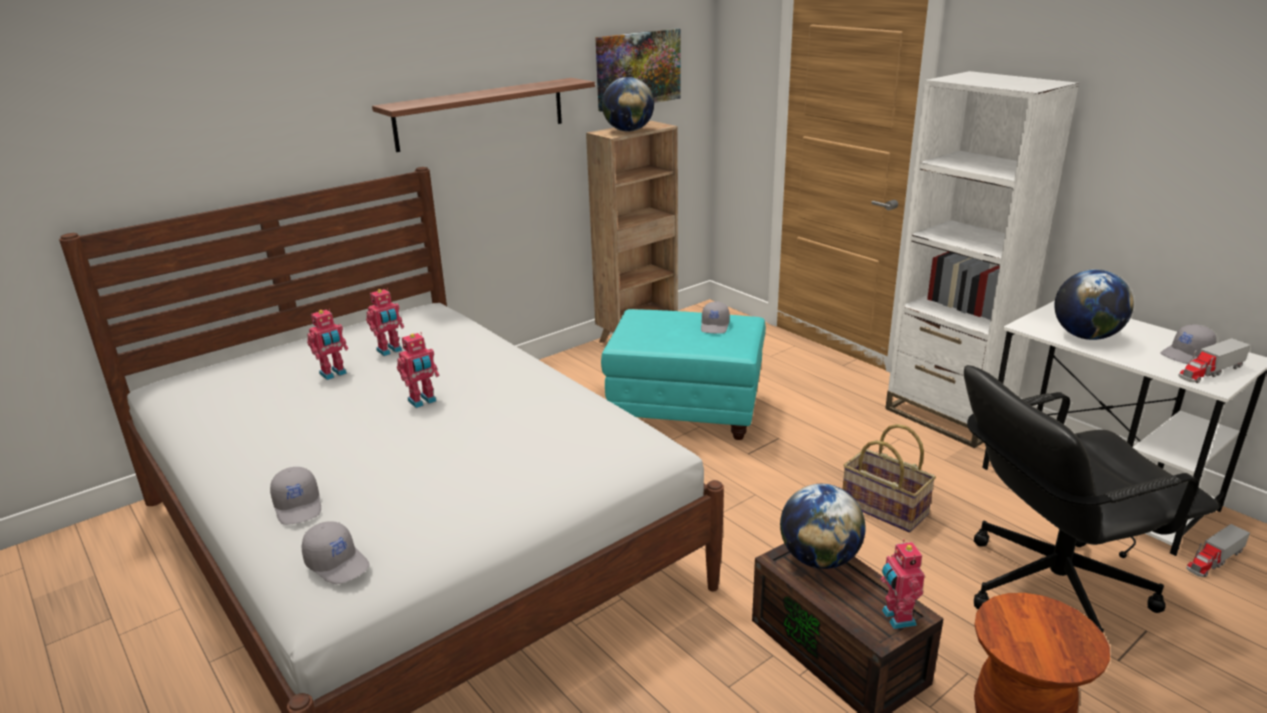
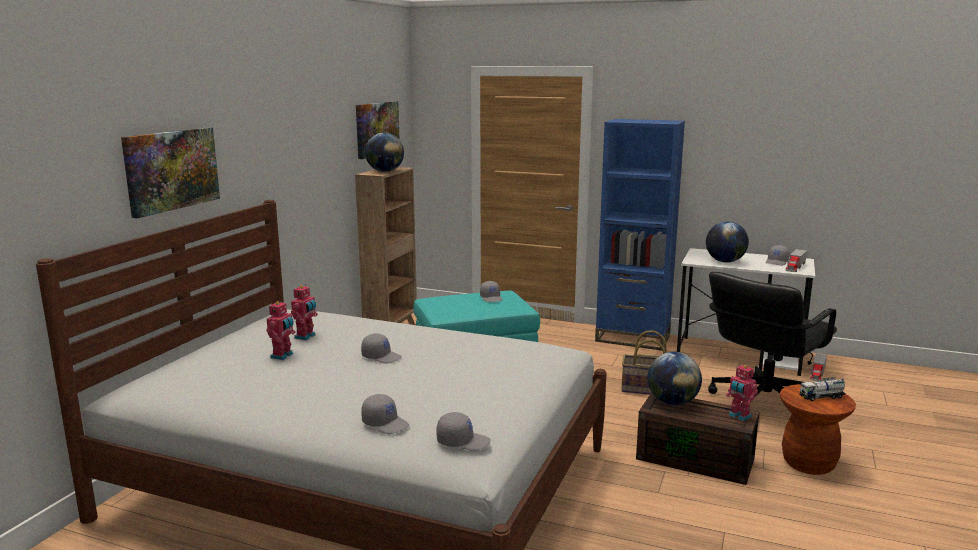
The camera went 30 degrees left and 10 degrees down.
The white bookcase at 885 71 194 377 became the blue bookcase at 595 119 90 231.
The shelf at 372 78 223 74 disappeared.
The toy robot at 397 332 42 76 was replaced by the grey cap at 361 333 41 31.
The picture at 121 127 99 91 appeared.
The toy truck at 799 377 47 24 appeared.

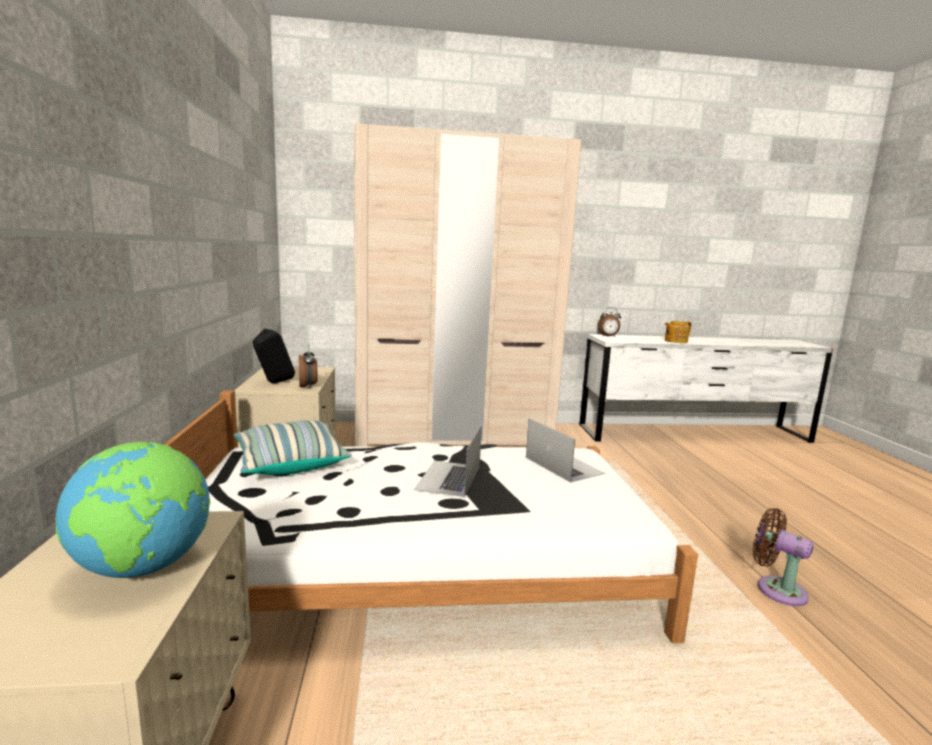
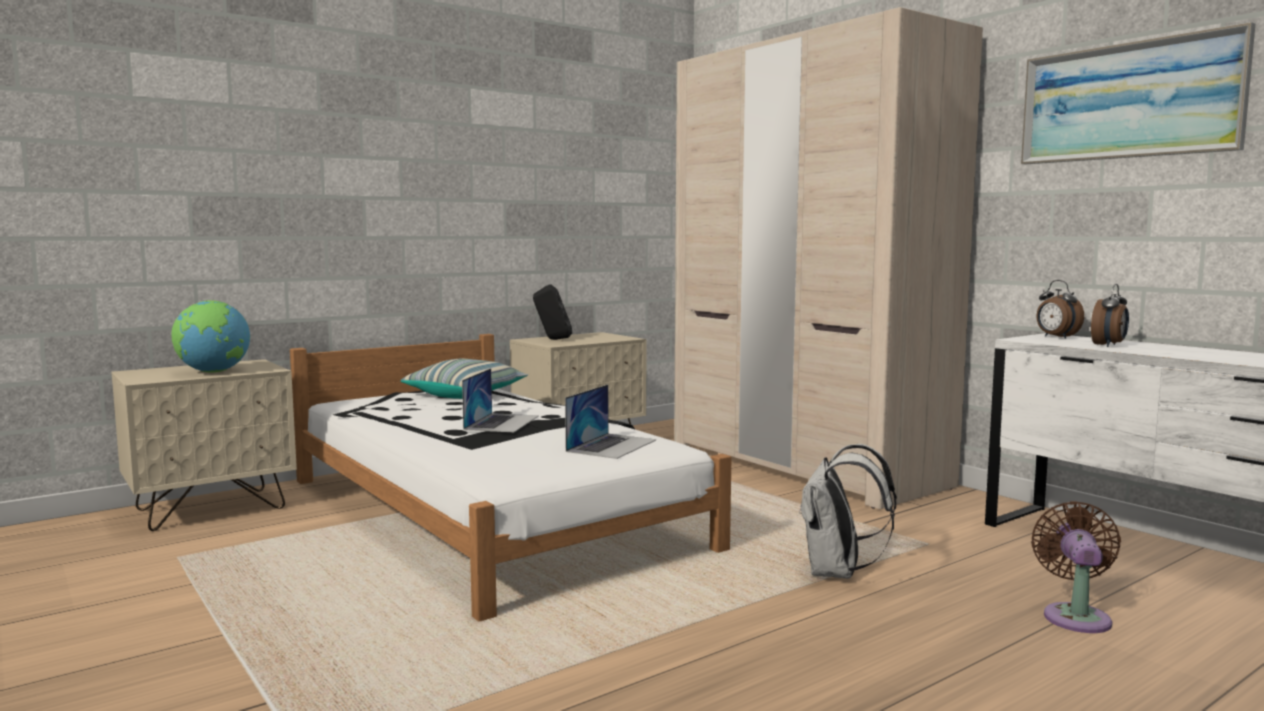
The camera went 60 degrees right and 5 degrees down.
The teapot at 665 321 26 22 disappeared.
The alarm clock moved from 299 344 18 45 to 1091 284 38 63.
The laptop at 414 425 68 72 turned 120 degrees clockwise.
The brown fan moved from 753 508 61 98 to 1031 501 90 132.
The picture at 1021 22 234 142 appeared.
The white backpack at 799 444 98 135 appeared.

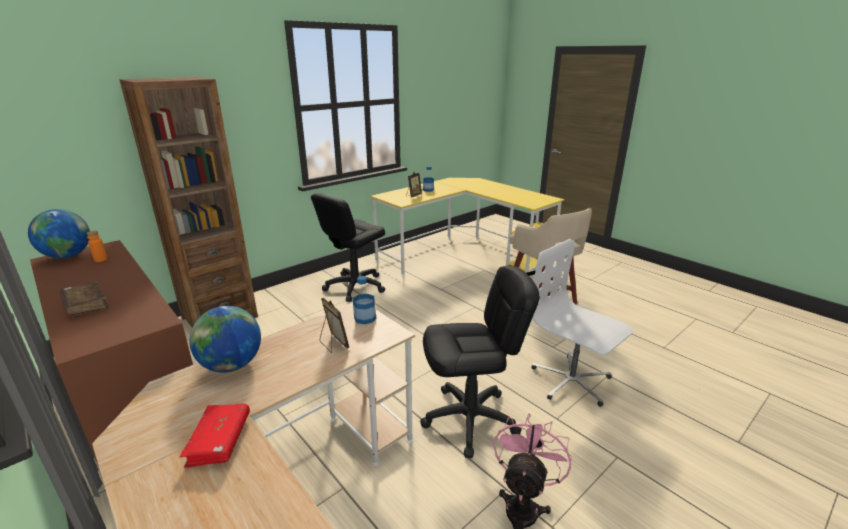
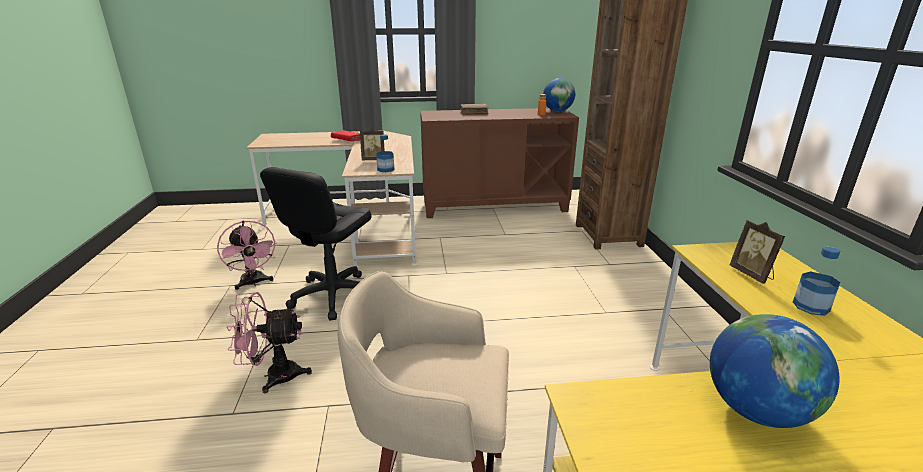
The camera went 125 degrees right and 0 degrees up.
The black office chair at 311 193 74 109 disappeared.
The white office chair at 531 239 102 168 was replaced by the pink fan at 226 292 86 101.
The globe moved from 189 306 72 67 to 710 314 130 114.

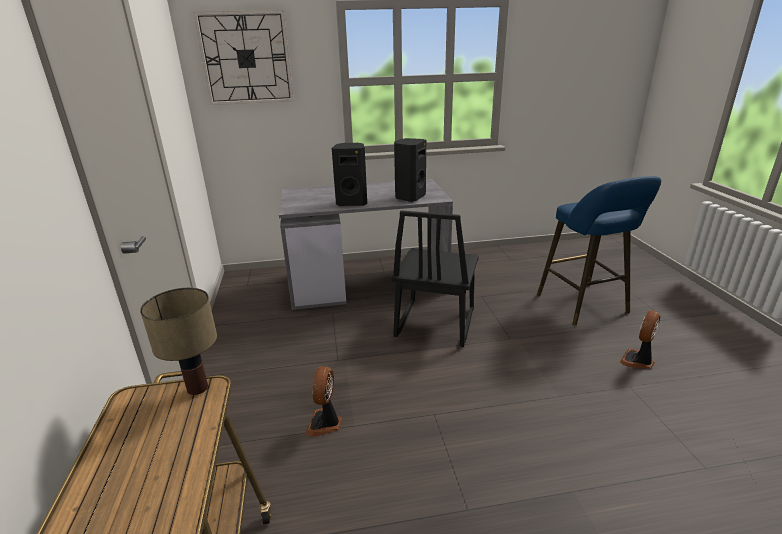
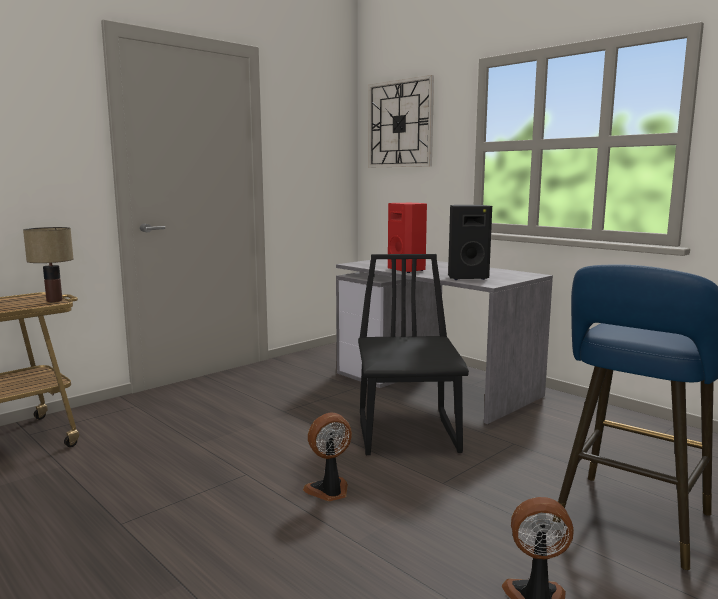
The camera went 55 degrees right and 15 degrees down.
The black speaker at 332 143 35 63 became the red speaker at 388 203 39 70.
The black chair at 392 210 87 137 turned 105 degrees clockwise.
The fan moved from 305 366 37 71 to 303 412 49 89.

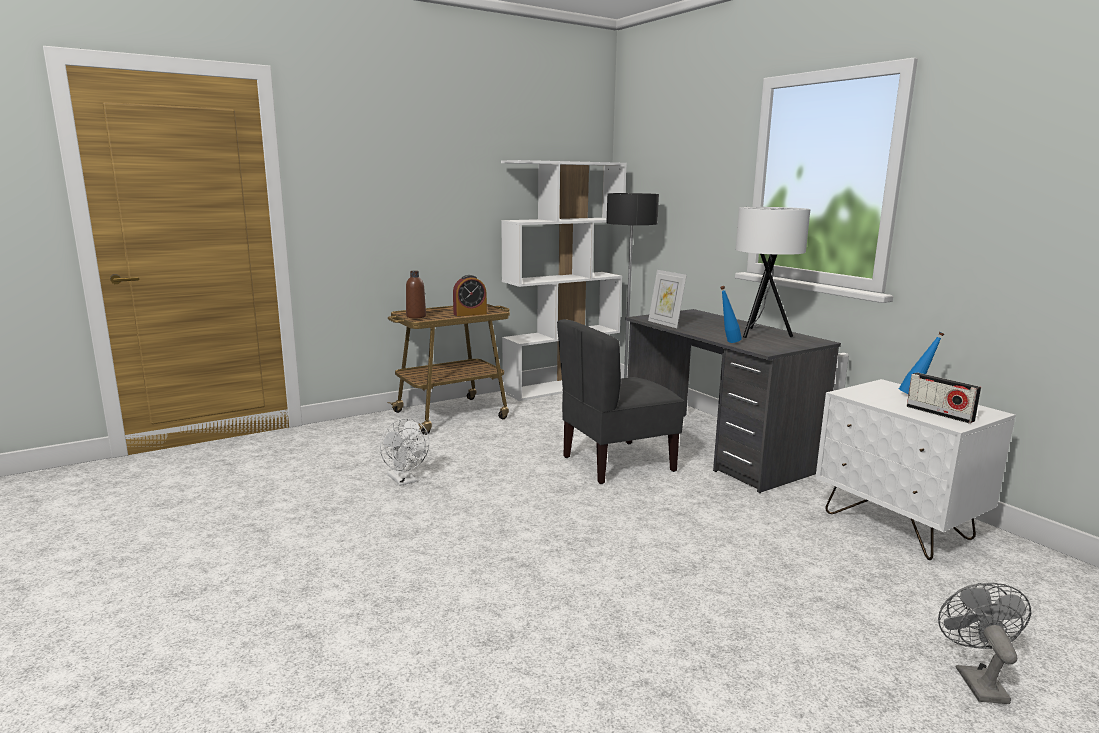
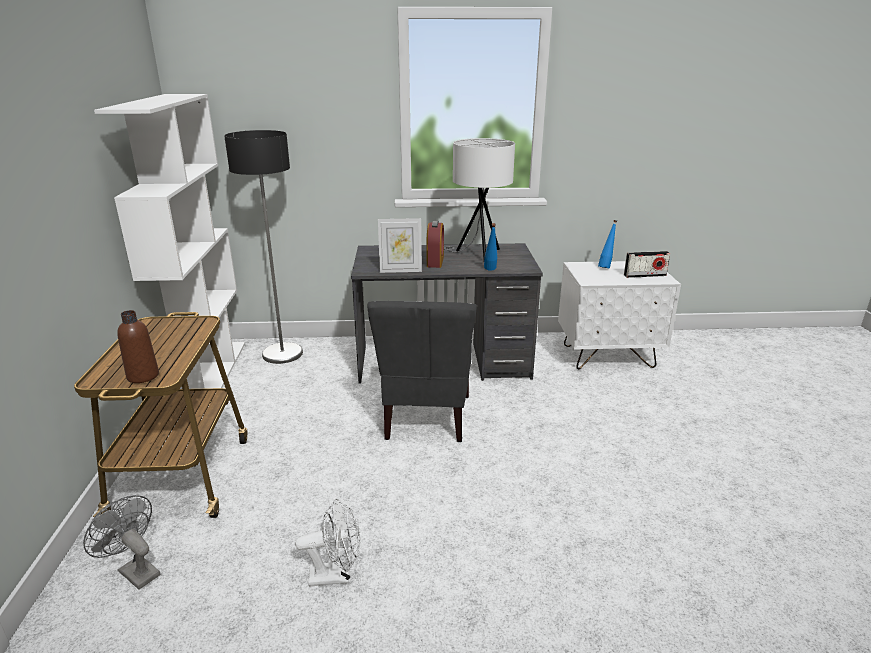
The camera went 60 degrees left and 10 degrees up.
The alarm clock moved from 453 275 34 41 to 427 221 17 47.
The grey fan moved from 938 583 93 121 to 83 495 77 95.

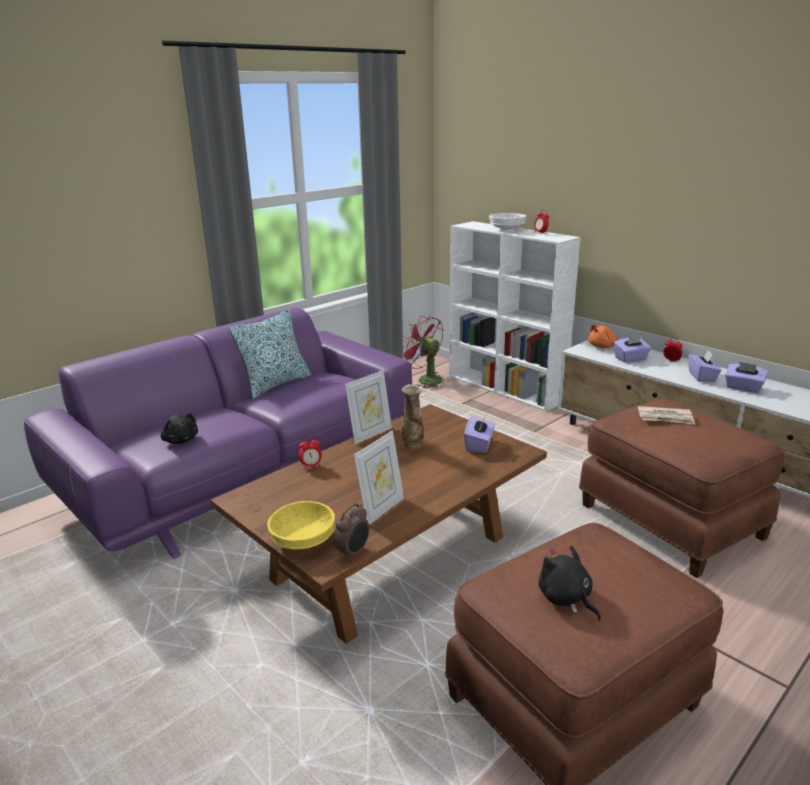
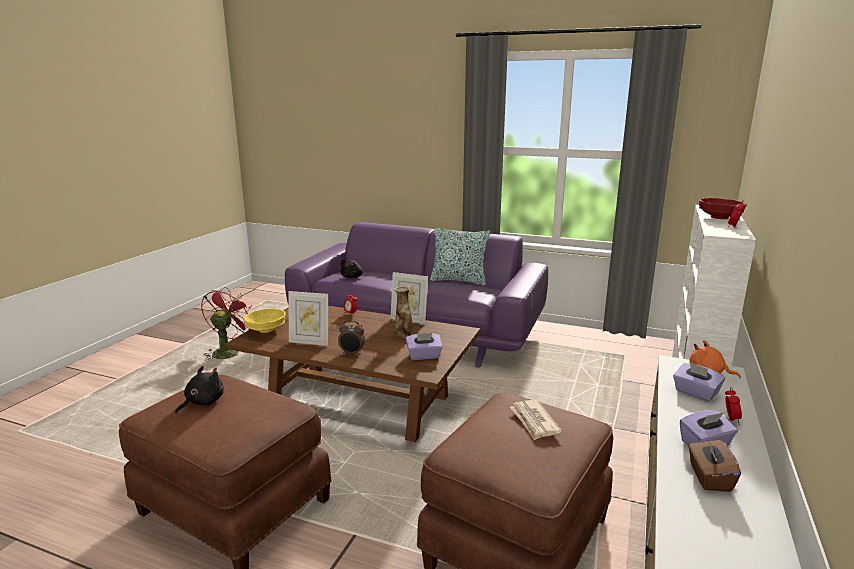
The camera went 65 degrees right and 5 degrees down.
The white bowl at 489 213 38 18 became the red bowl at 699 198 48 21.
The red fan moved from 399 316 44 72 to 201 287 51 74.
The purple tissue box at 725 362 43 31 became the brown tissue box at 688 439 53 53.
The alarm clock moved from 333 503 36 58 to 338 320 27 35.

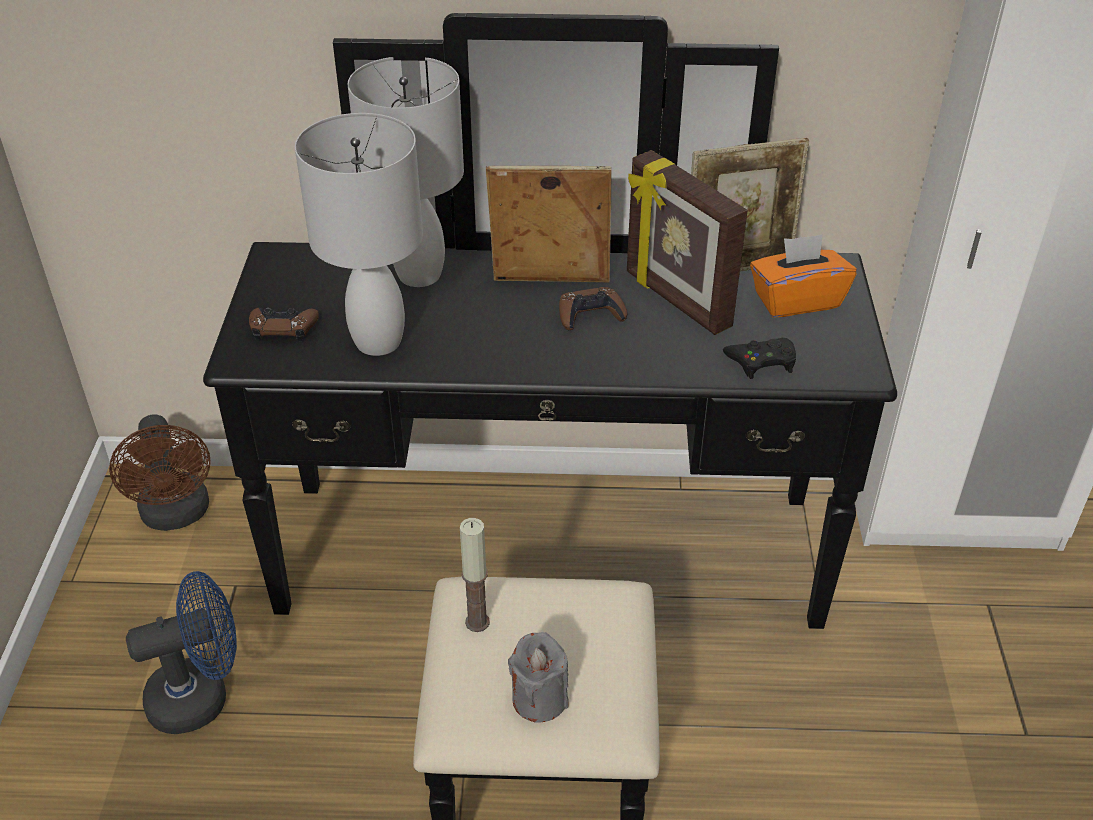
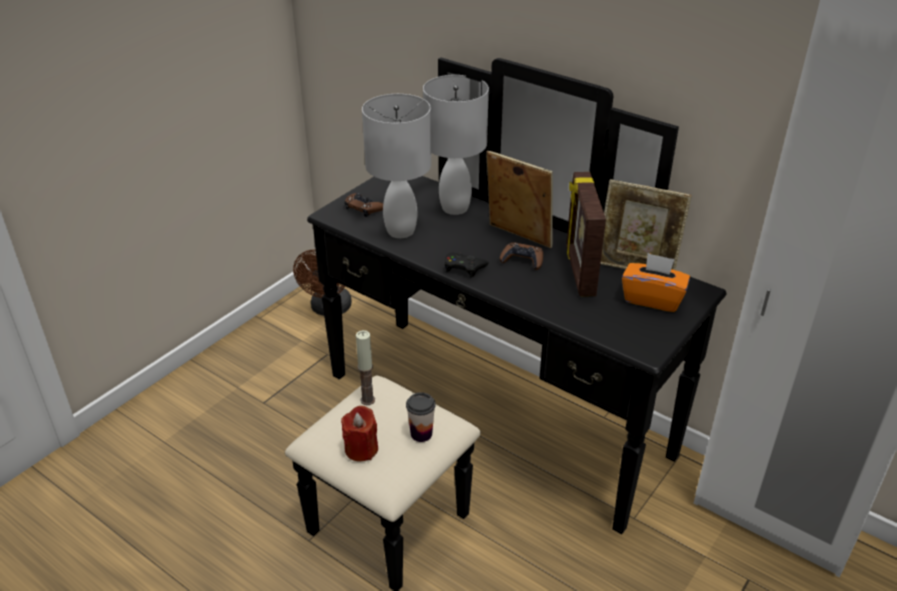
The camera went 35 degrees right and 5 degrees down.
The black game controller moved from 723 338 73 41 to 445 252 44 26.
The blue fan at 126 571 111 163 disappeared.
The grey candle at 508 632 61 90 became the red candle at 341 406 37 55.
The cup at 406 392 30 50 appeared.

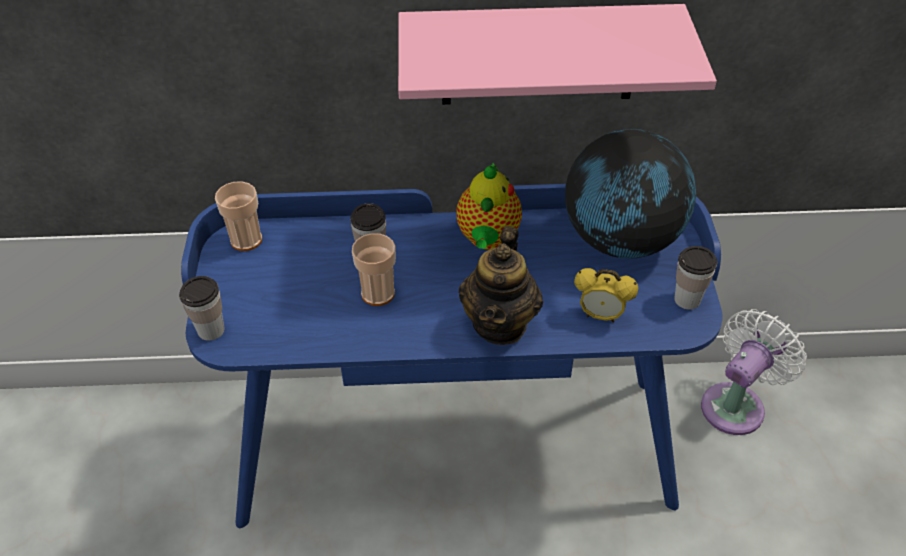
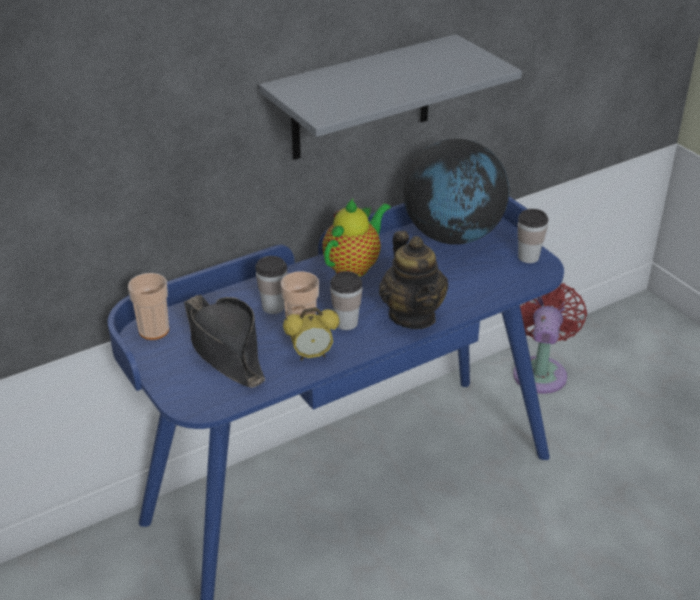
The camera went 30 degrees left and 10 degrees down.
The pink shelf at 398 4 319 101 became the grey shelf at 259 34 263 126.
The teapot at 457 163 65 87 turned 120 degrees counterclockwise.
The alarm clock moved from 574 268 64 55 to 283 307 57 54.
The cup moved from 179 276 45 65 to 330 271 32 59.
The white fan at 701 309 106 126 became the red fan at 513 283 74 111.
The black hat at 184 294 81 94 appeared.

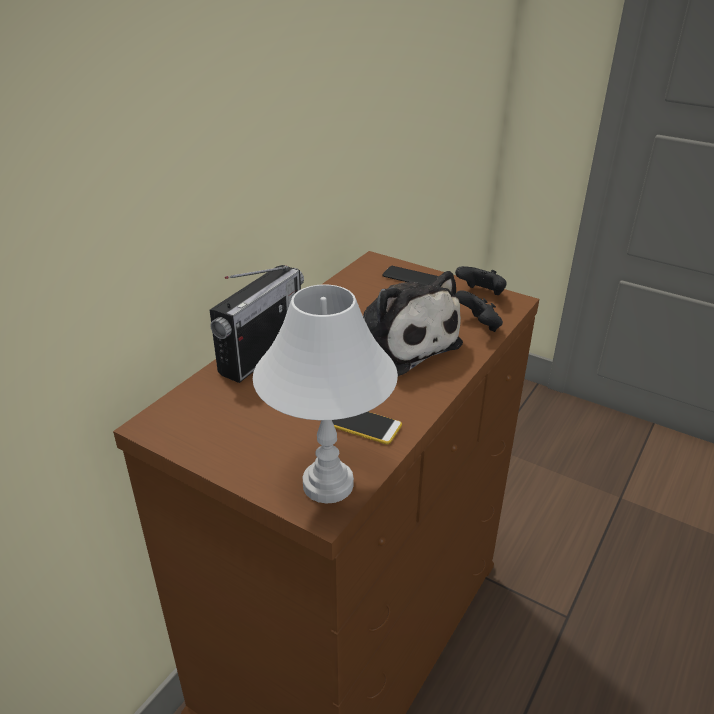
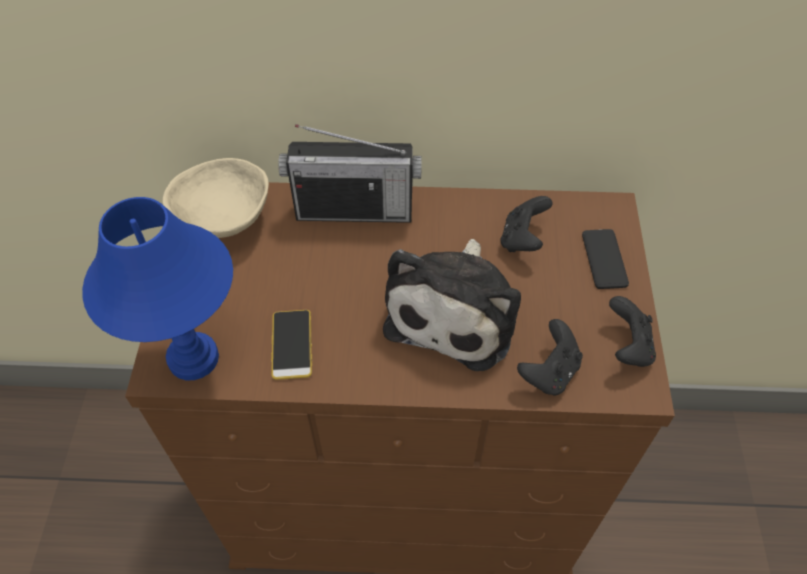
The camera went 60 degrees right and 20 degrees up.
The white table lamp at 253 284 145 220 became the blue table lamp at 82 197 151 183.
The beige bowl at 162 158 107 80 appeared.
The black game controller at 501 196 52 56 appeared.

